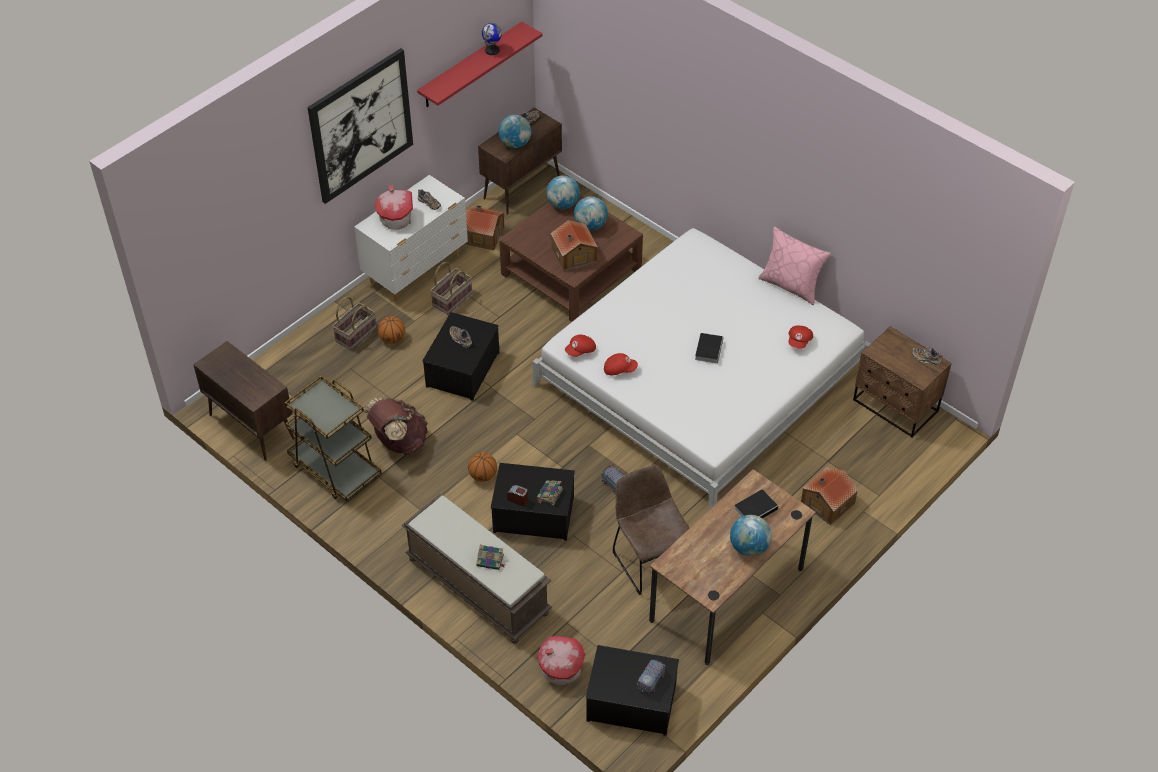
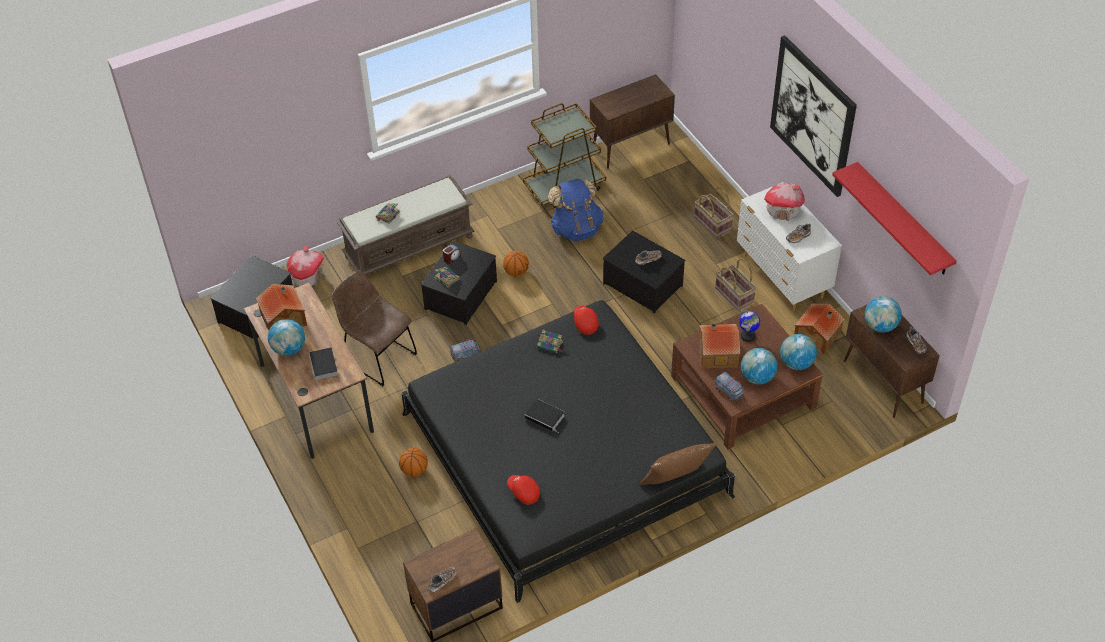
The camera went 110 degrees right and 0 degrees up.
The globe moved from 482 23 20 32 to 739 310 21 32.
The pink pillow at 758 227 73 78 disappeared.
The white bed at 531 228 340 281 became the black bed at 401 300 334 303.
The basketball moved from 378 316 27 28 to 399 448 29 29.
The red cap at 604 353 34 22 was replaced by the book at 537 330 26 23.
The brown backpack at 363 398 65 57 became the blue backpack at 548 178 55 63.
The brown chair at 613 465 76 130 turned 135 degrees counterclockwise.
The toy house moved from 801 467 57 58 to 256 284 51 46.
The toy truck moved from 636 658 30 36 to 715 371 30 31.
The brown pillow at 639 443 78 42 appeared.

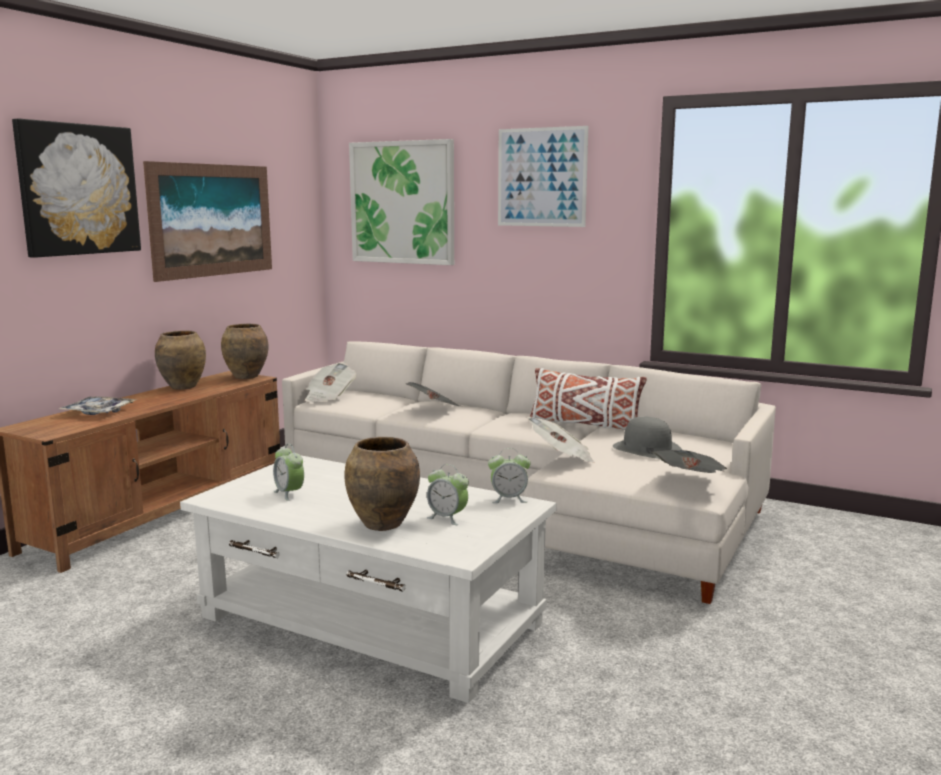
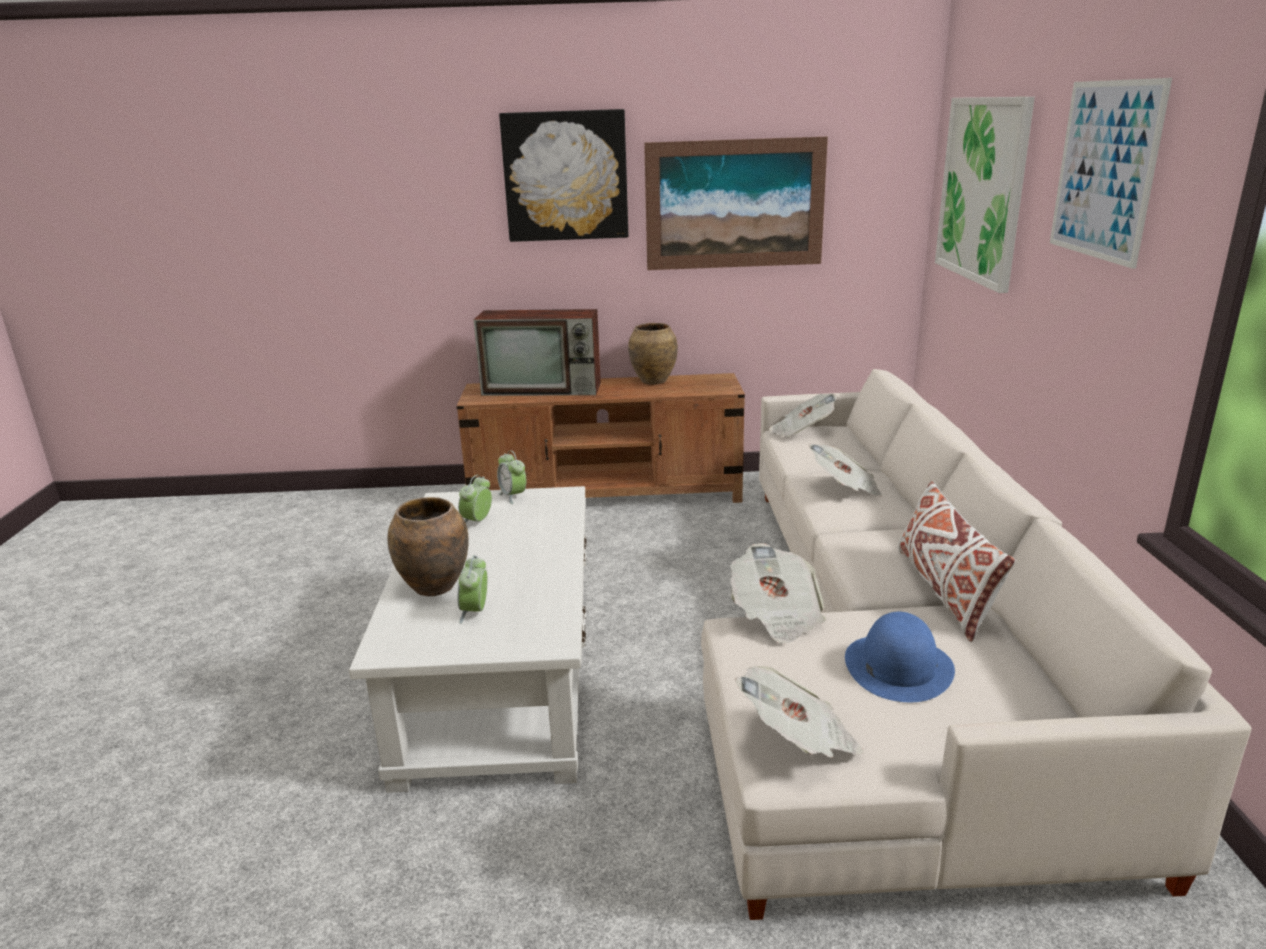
The camera went 60 degrees right and 10 degrees up.
The brown vase at 221 324 47 55 disappeared.
The tray at 59 396 78 19 was replaced by the television at 474 309 127 87.
The grey hat at 613 416 69 43 became the blue hat at 845 612 110 90.
The alarm clock moved from 488 448 43 55 to 497 450 29 54.

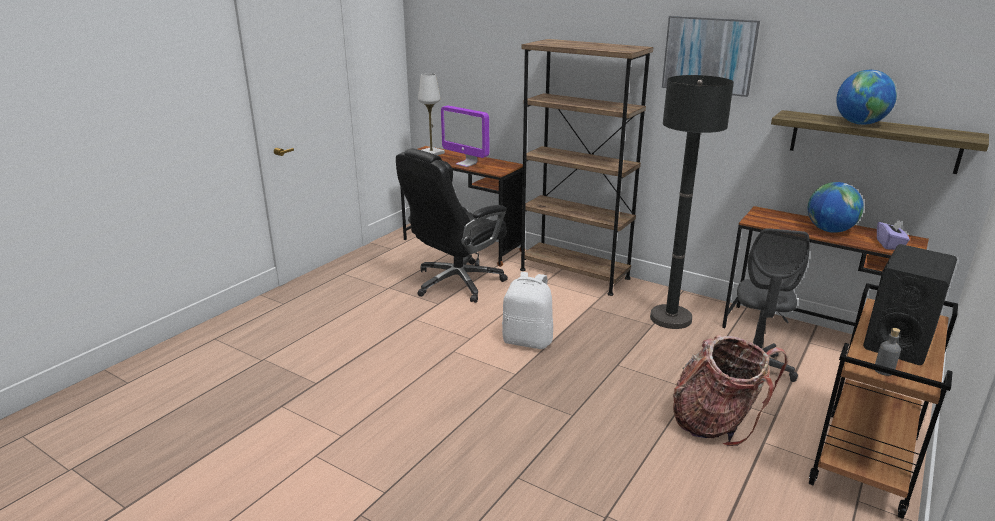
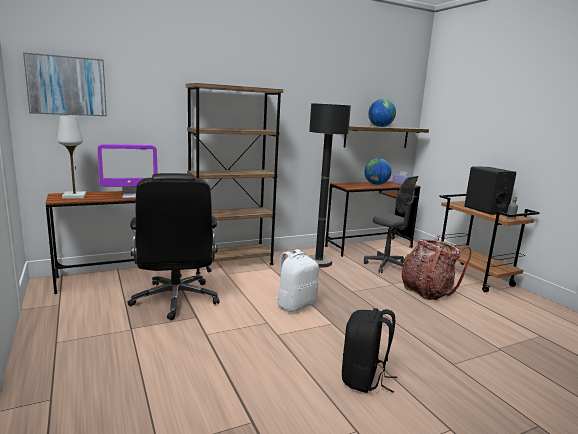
The camera went 60 degrees left and 10 degrees down.
The picture moved from 662 16 98 81 to 23 52 84 64.
The black backpack at 342 308 55 85 appeared.

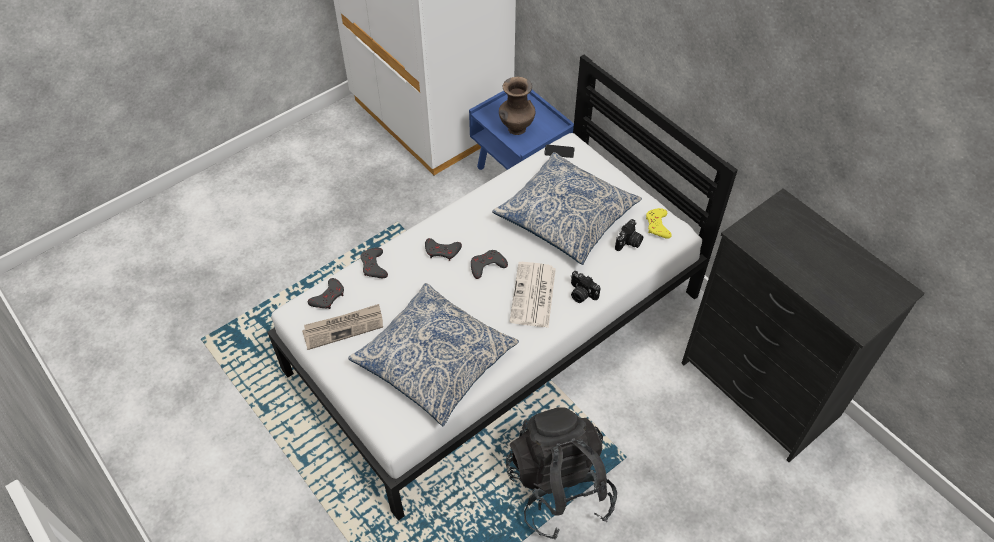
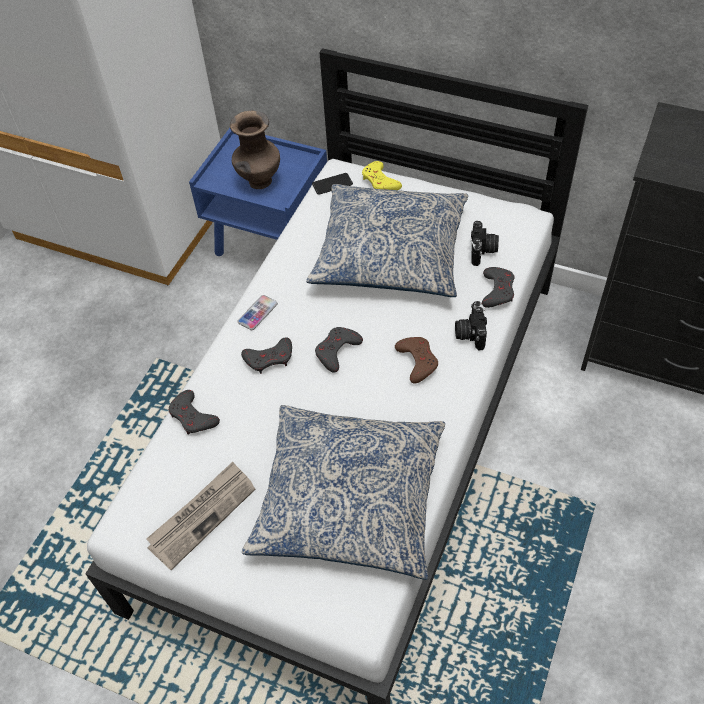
The camera went 25 degrees left and 0 degrees up.
The yellow game controller moved from 646 208 26 31 to 362 161 40 29.
The newspaper at 509 262 47 66 was replaced by the brown game controller at 395 337 43 46.
The photo camera at 571 271 30 32 turned 75 degrees clockwise.
The grey game controller moved from 308 278 36 31 to 482 267 33 41.
The black backpack at 506 407 111 132 disappeared.
The phone at 237 295 41 35 appeared.

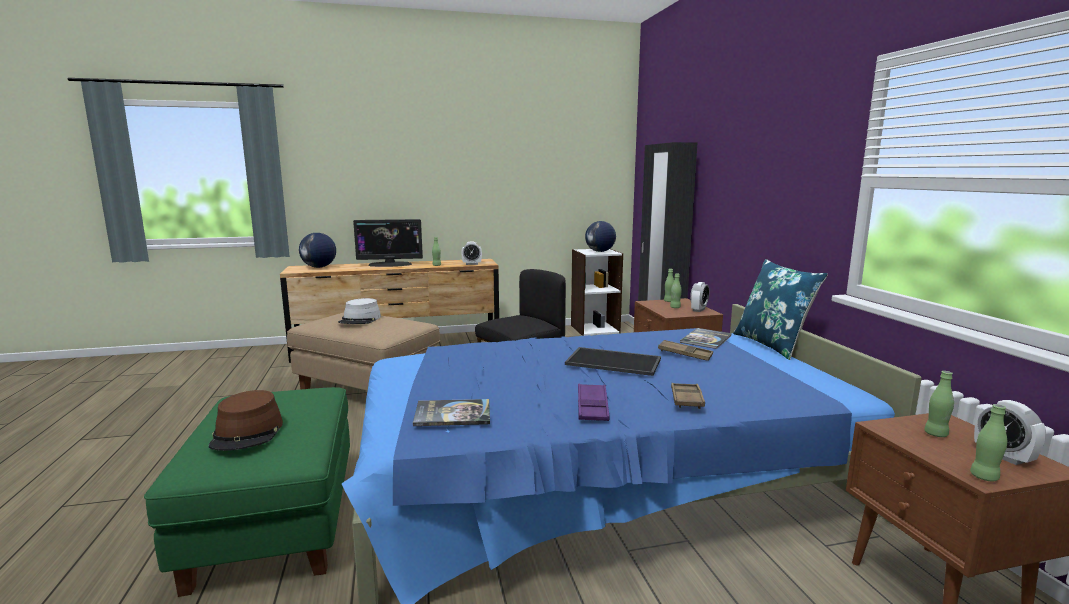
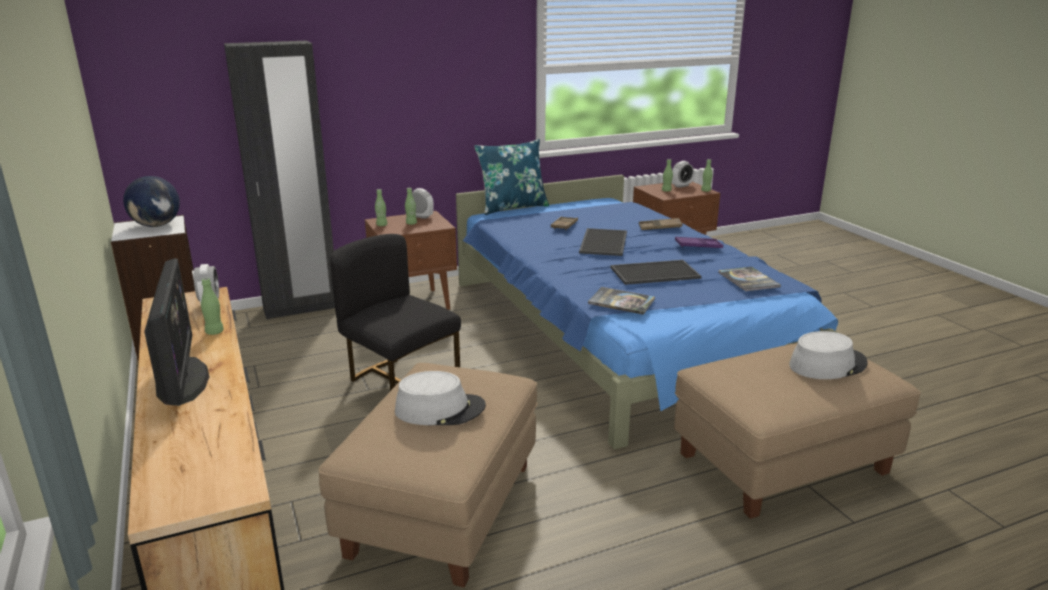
The camera went 100 degrees left and 10 degrees up.
The globe at 299 233 37 35 disappeared.
The book moved from 680 328 52 21 to 588 287 67 28.
The green ottoman at 144 387 206 210 became the beige ottoman at 674 343 247 176.
The brown hat at 209 390 74 61 became the grey hat at 789 331 79 48.
The tray at 610 260 91 25 appeared.

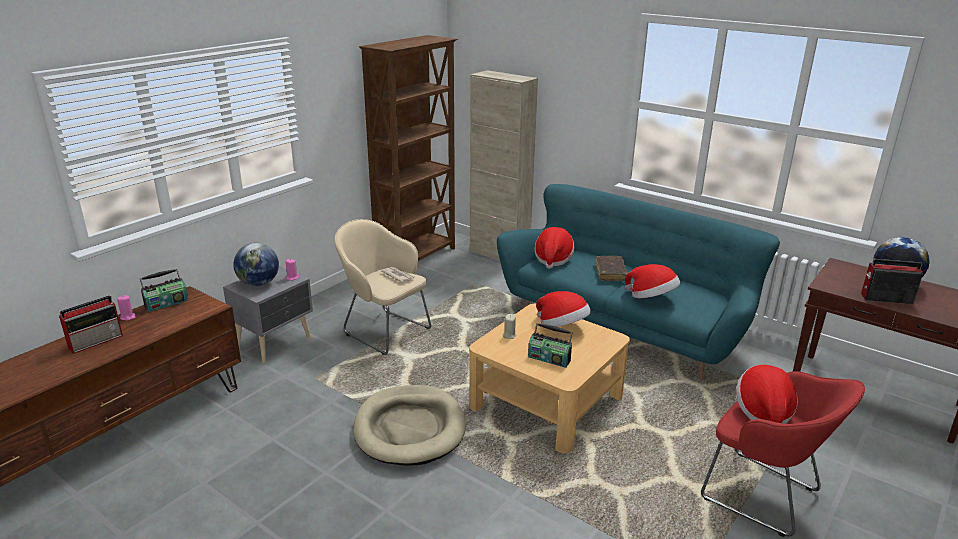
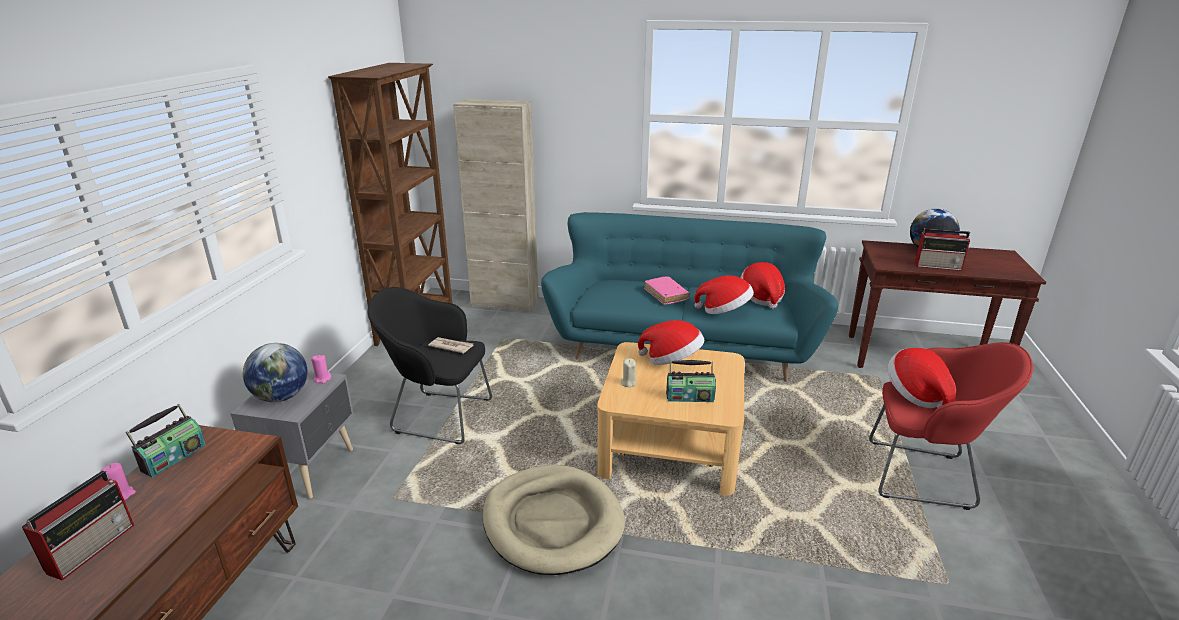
The camera went 25 degrees left and 0 degrees up.
The beige armchair at 334 219 97 136 became the black armchair at 368 287 124 157.
The hat moved from 535 227 40 42 to 740 262 45 47.
The brown book at 595 256 33 25 became the pink book at 644 276 46 29.
The radio at 861 259 62 45 turned 150 degrees counterclockwise.

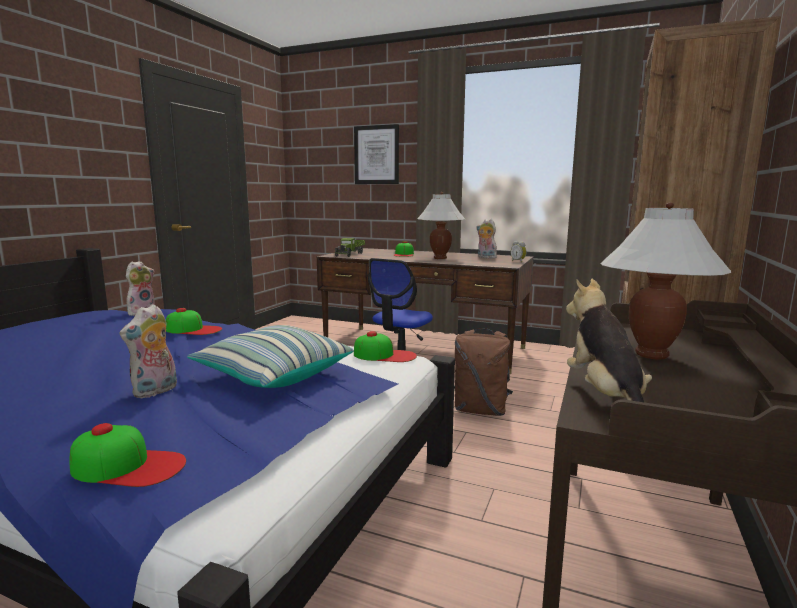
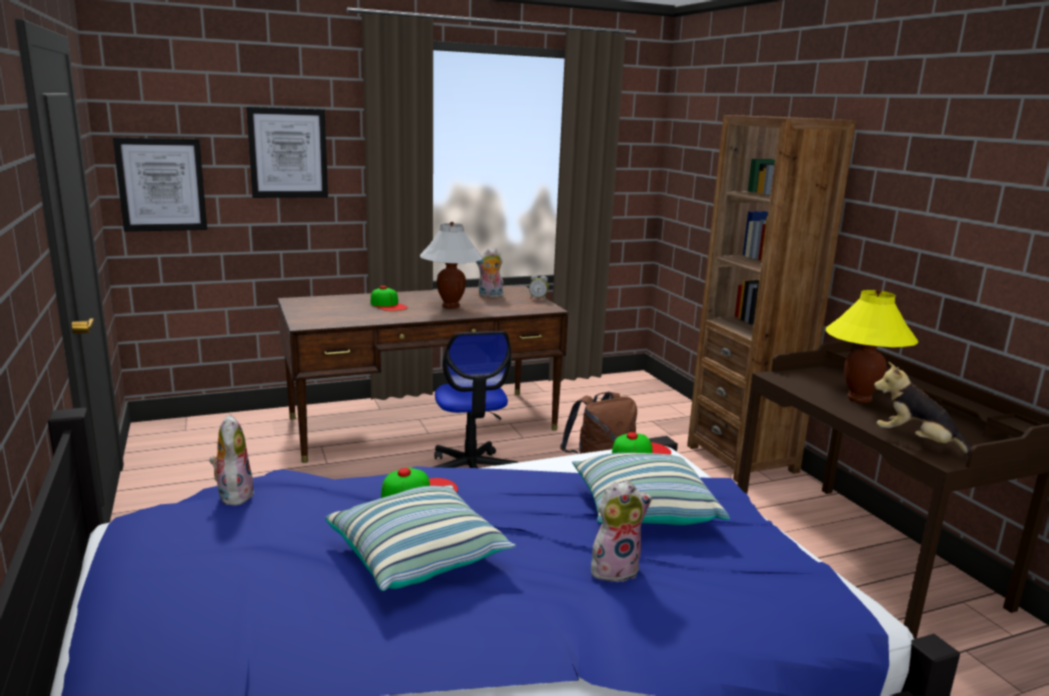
The camera went 45 degrees left and 5 degrees up.
The white table lamp at 600 202 131 158 became the yellow table lamp at 825 289 93 114.
The toy truck at 335 238 30 19 disappeared.
The plush toy at 119 304 58 94 turned 90 degrees counterclockwise.
The cap at 69 423 117 64 disappeared.
The picture at 113 137 94 95 appeared.
The pillow at 325 485 191 106 appeared.

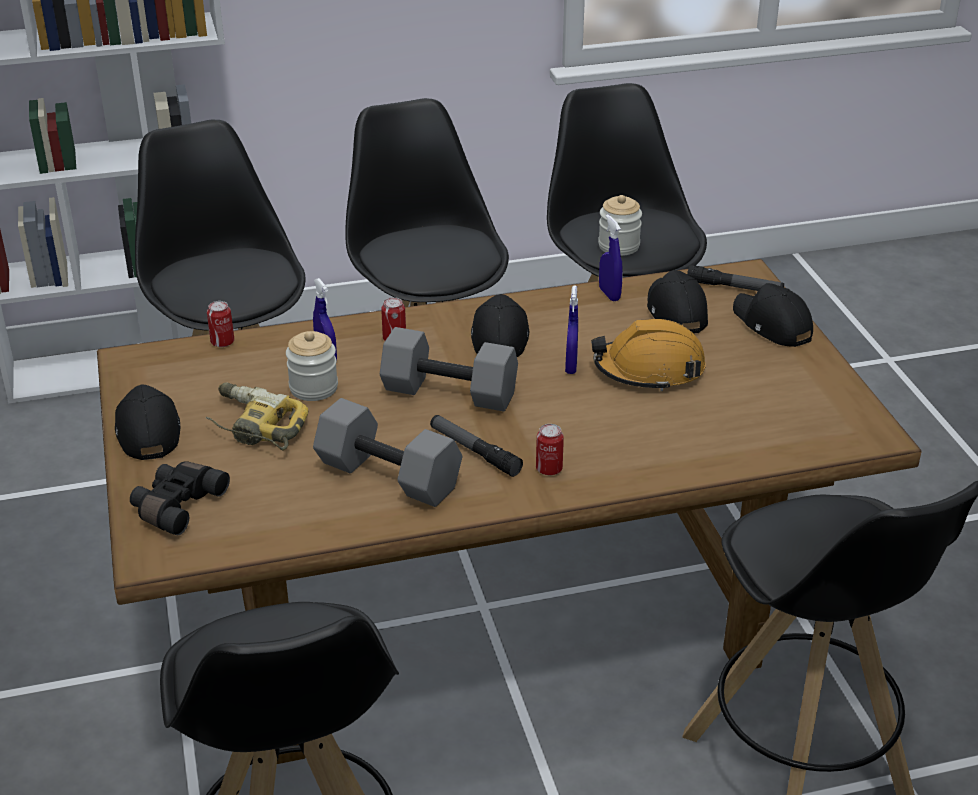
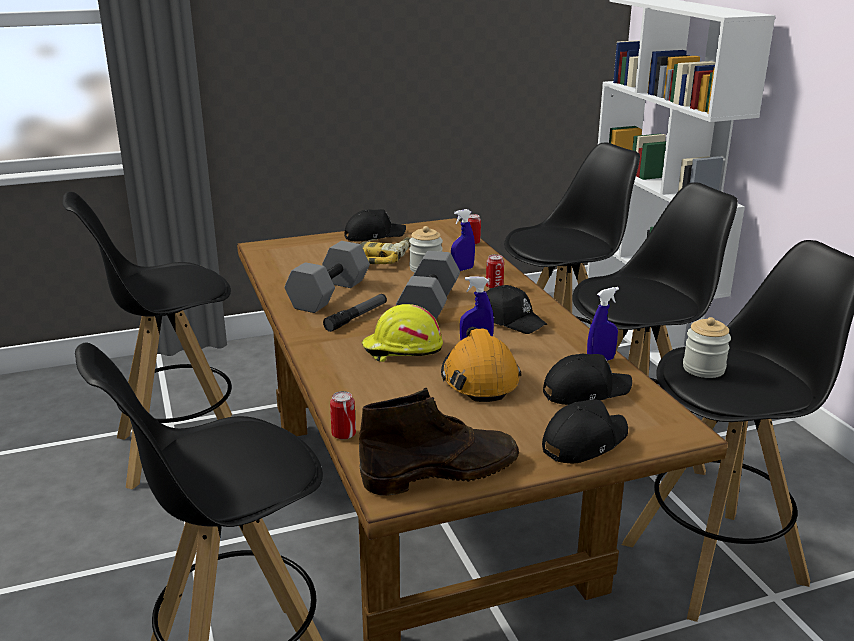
The camera went 85 degrees right and 10 degrees down.
The flashlight at 687 265 97 26 disappeared.
The black cap at 471 294 58 63 turned 45 degrees clockwise.
The can moved from 536 424 28 51 to 330 391 26 49.
The black binoculars at 130 461 100 74 disappeared.
The yellow hard hat at 362 304 81 58 appeared.
The brown boot at 359 388 160 108 appeared.

